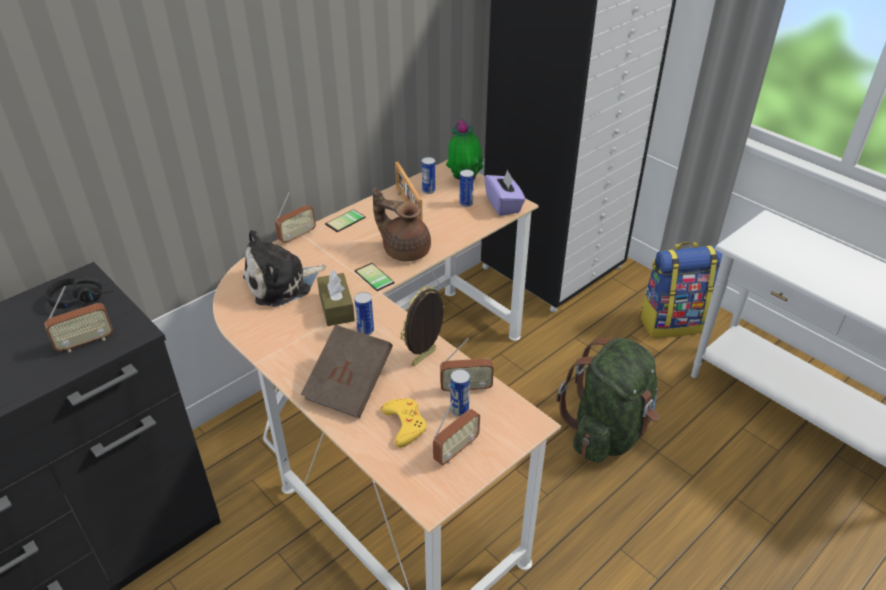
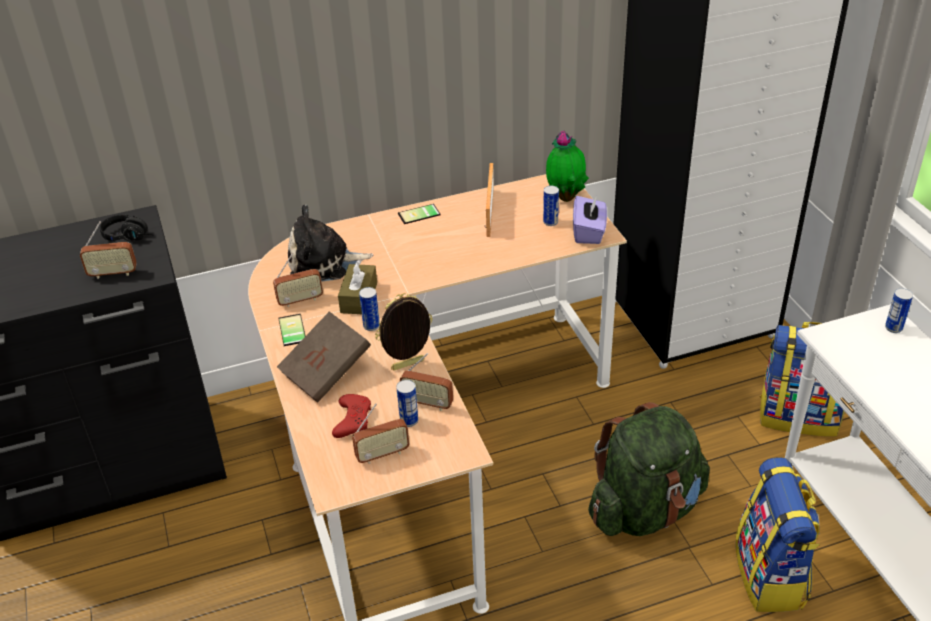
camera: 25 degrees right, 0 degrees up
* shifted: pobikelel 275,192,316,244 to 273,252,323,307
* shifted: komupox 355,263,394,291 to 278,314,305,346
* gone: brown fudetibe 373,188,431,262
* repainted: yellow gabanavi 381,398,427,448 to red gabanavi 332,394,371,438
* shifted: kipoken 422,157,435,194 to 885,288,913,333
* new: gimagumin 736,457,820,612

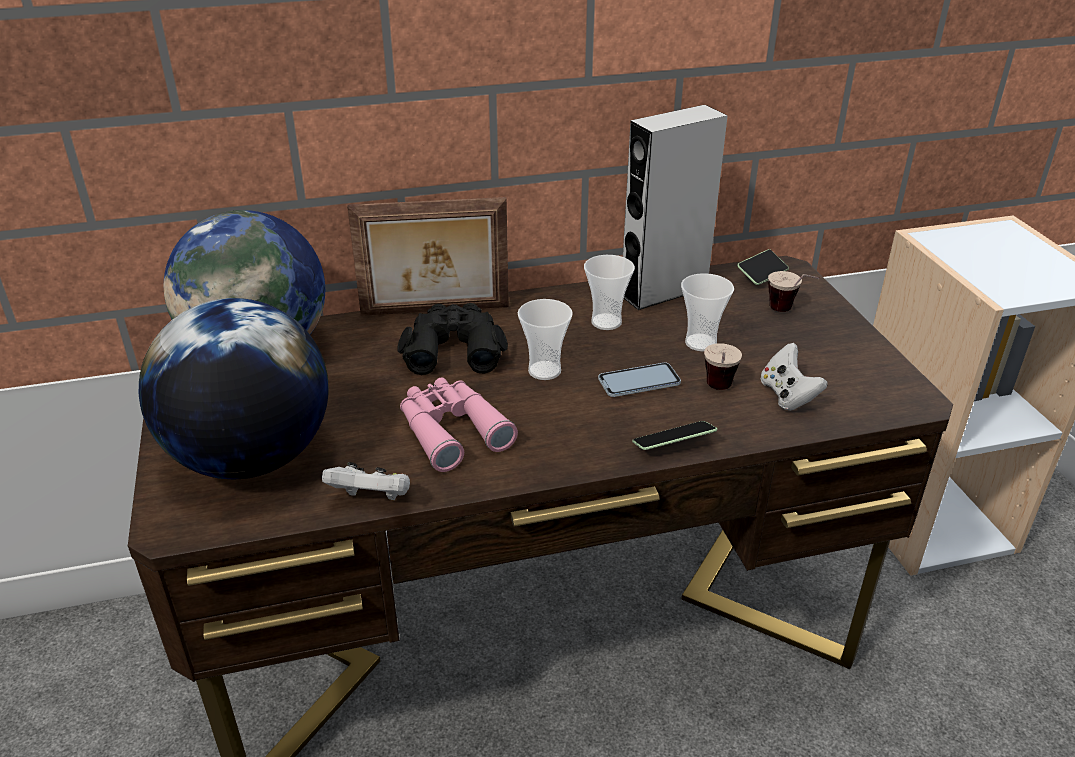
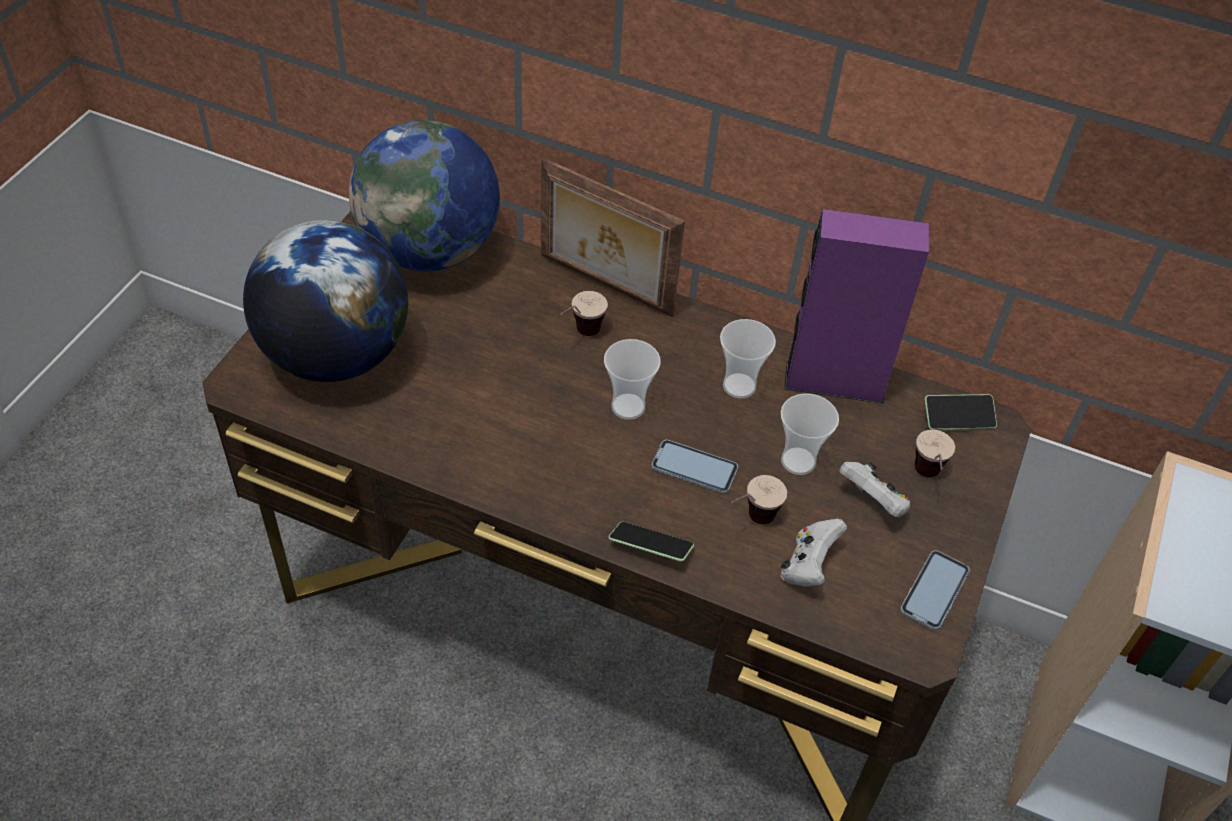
camera: 35 degrees right, 15 degrees up
* shifted: white gabanavi 322,462,410,500 to 839,462,910,517
* swapped: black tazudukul 397,303,508,375 to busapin 560,291,608,336
* gone: pink tazudukul 400,378,518,472
* repainted: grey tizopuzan 623,105,728,310 to purple tizopuzan 784,209,929,404
* new: komupox 900,550,970,630

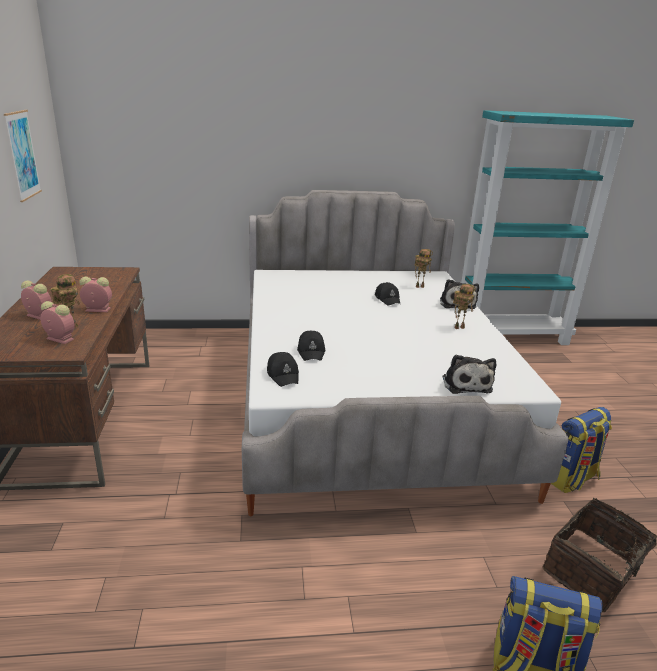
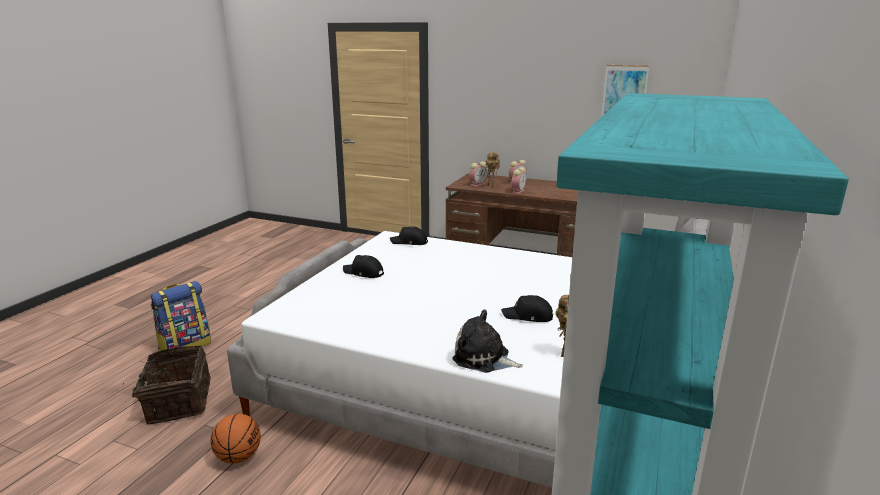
camera: 120 degrees right, 5 degrees down
* shifted: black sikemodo 297,331,326,361 to 343,255,384,278
* gone: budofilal 442,355,496,394
* gone: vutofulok 453,284,476,329
* swapped: gimagumin 551,407,612,493 to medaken 211,414,261,463

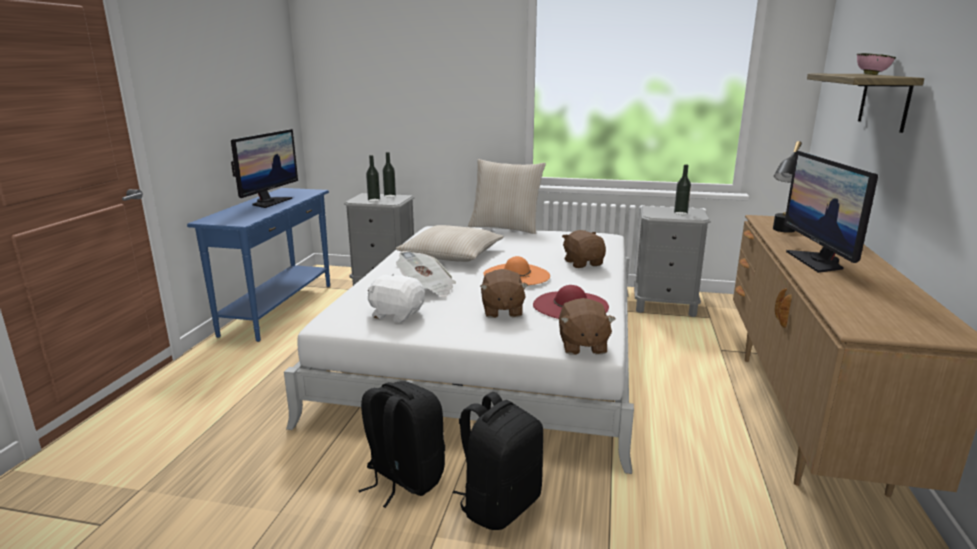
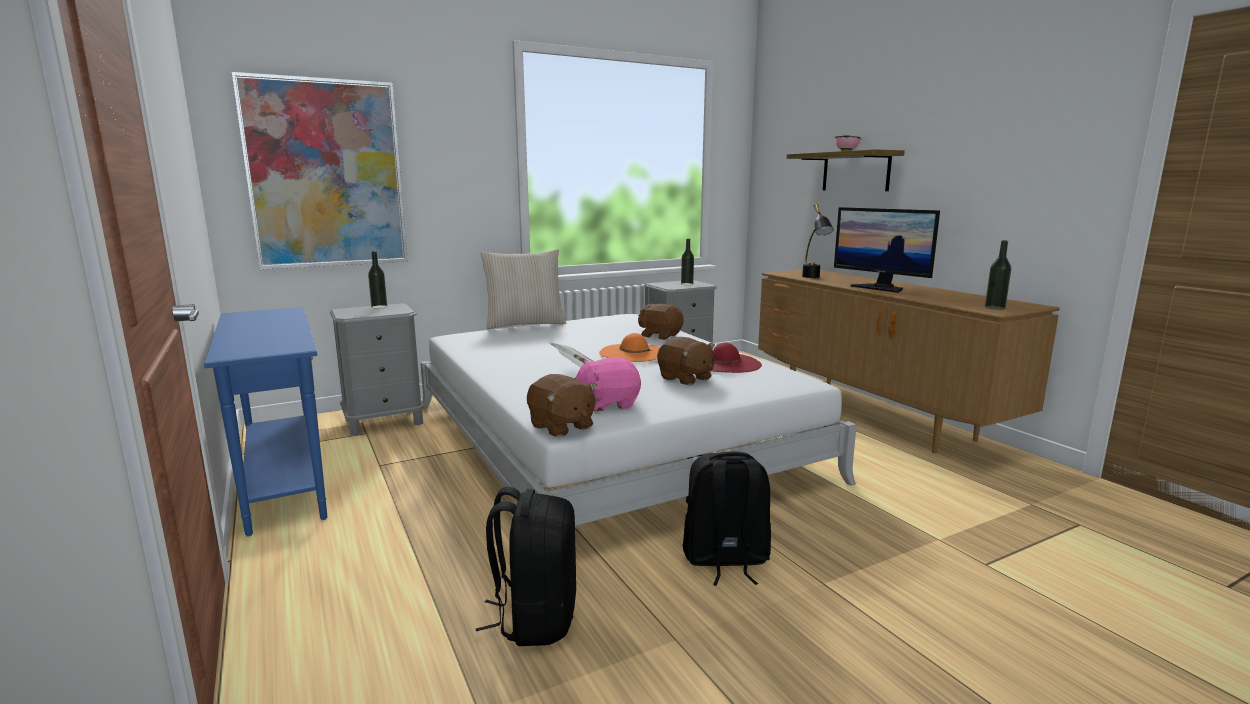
camera: 40 degrees left, 5 degrees down
* gone: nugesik 231,129,298,208
* shifted: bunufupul 366,155,380,202 to 985,240,1011,310
* repainted: white budofilal 368,274,425,323 to pink budofilal 575,357,641,411
* gone: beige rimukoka 396,225,504,262
* shifted: black gimagumin 453,392,543,530 to 476,487,576,646
* shifted: brown budofilal 559,298,615,355 to 527,374,597,437
* new: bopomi 232,72,408,270

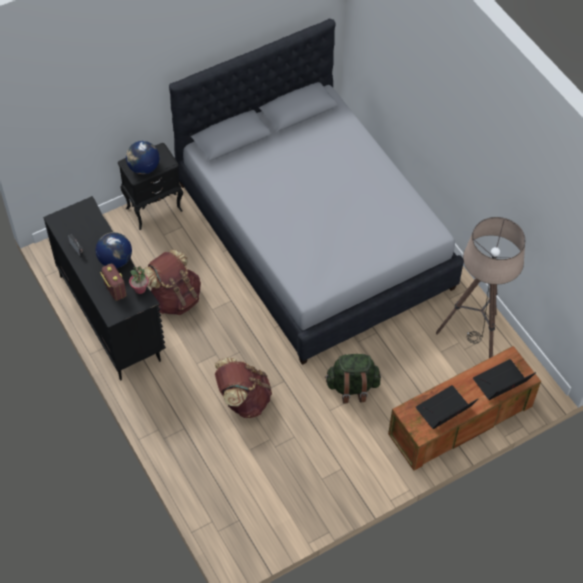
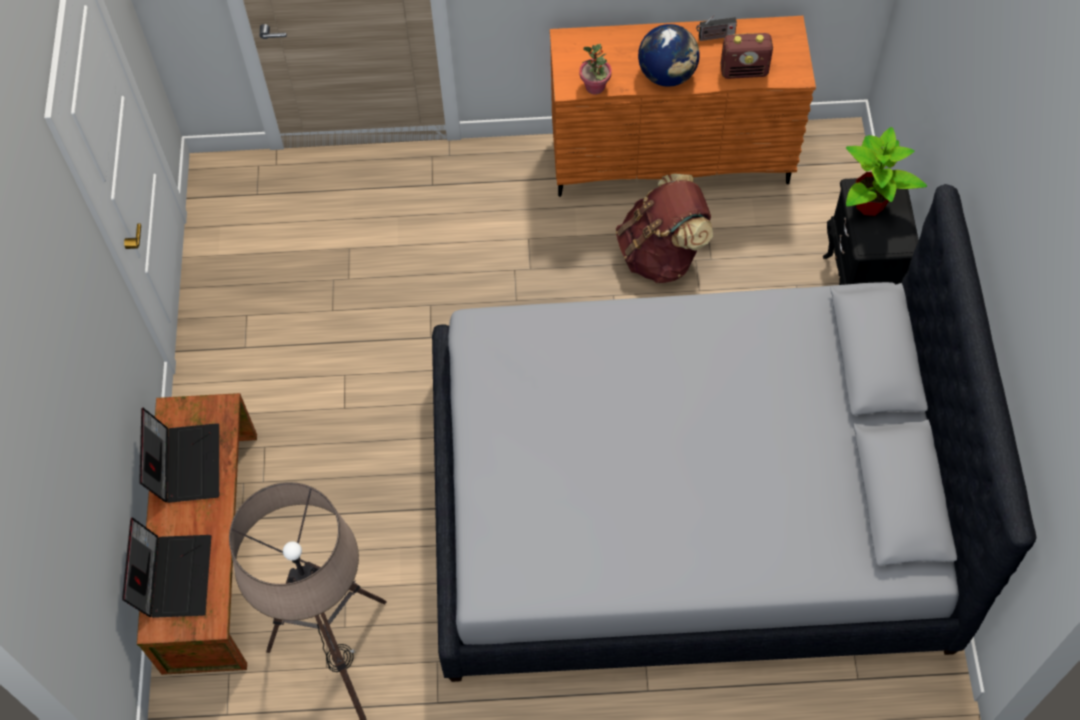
camera: 120 degrees right, 5 degrees up
* repainted: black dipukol 43,196,166,381 to orange dipukol 550,16,816,197
* shifted: pobikelel 100,264,127,301 to 720,33,773,79
* swapped: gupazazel 126,141,159,175 to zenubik 846,127,927,216
* gone: brown gimagumin 215,357,272,418
* gone: green gimagumin 325,354,381,403

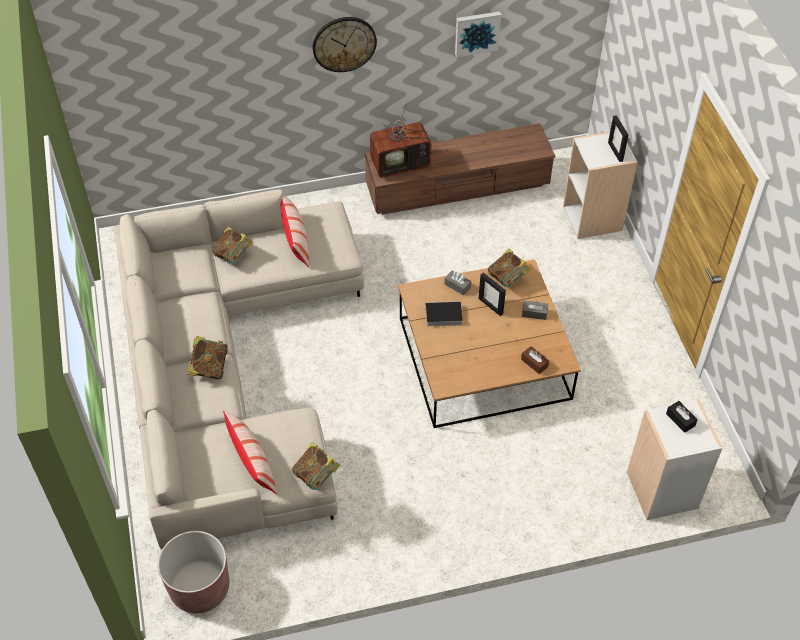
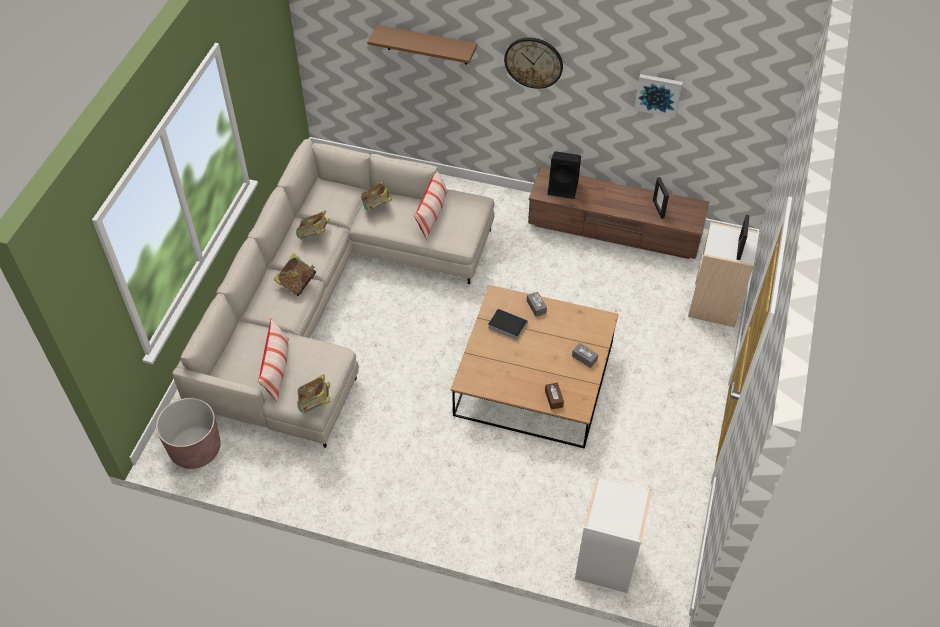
camera: 30 degrees right, 0 degrees up
* swapped: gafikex 370,103,435,178 to black tizopuzan 548,151,581,199
* shifted: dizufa 479,273,506,316 to 653,177,669,219
* shifted: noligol 488,249,531,287 to 296,210,330,239
* gone: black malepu 666,401,698,433
* new: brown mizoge 367,25,477,65

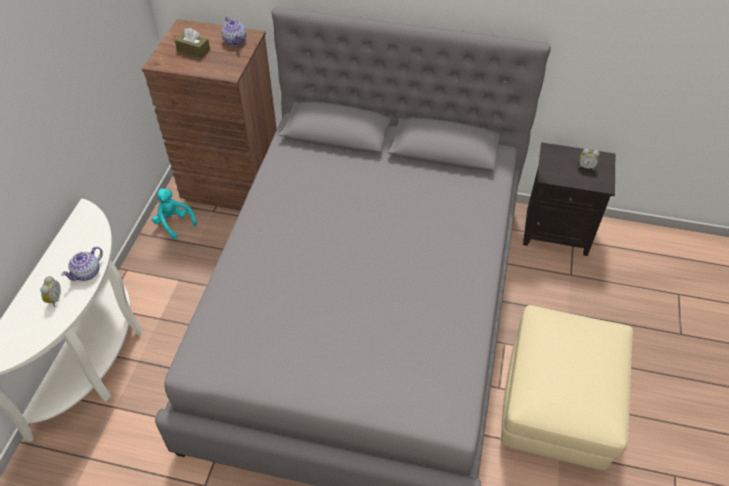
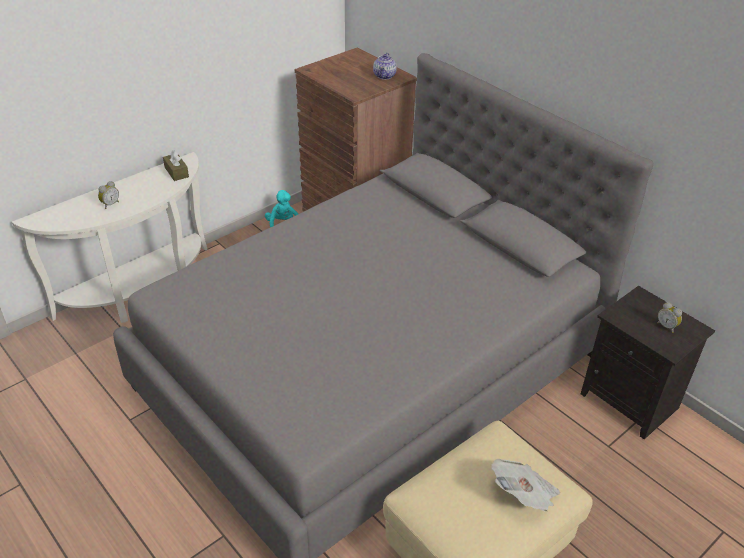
camera: 35 degrees right, 10 degrees down
* gone: fudetibe 61,247,103,281
* shifted: brown malepu 175,28,210,58 to 163,150,189,181
* new: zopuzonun 491,459,560,511

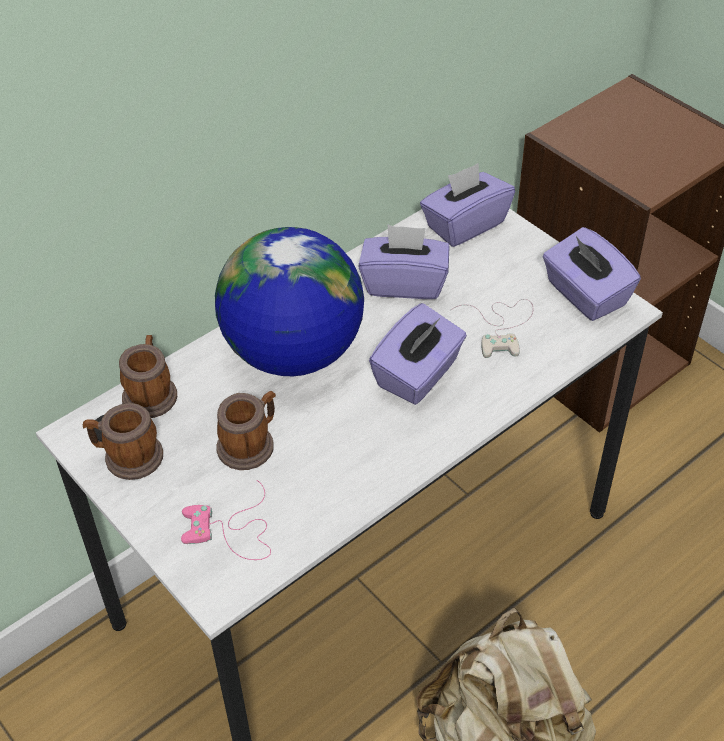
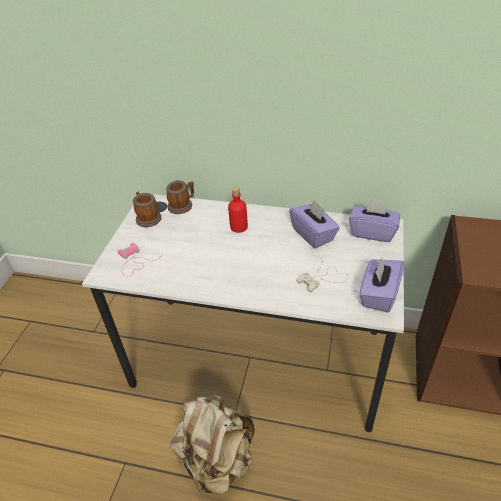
camera: 55 degrees right, 5 degrees down
* swapped: gupazazel 215,227,364,376 to red bunufupul 228,187,248,233
* gone: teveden 216,391,276,470
* gone: purple malepu 369,303,467,405

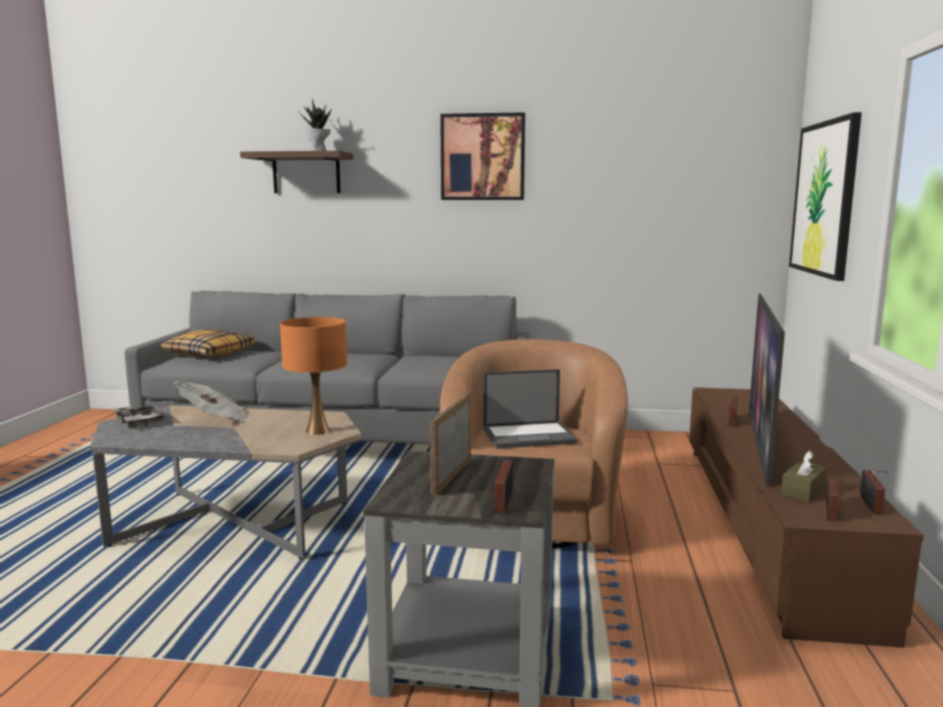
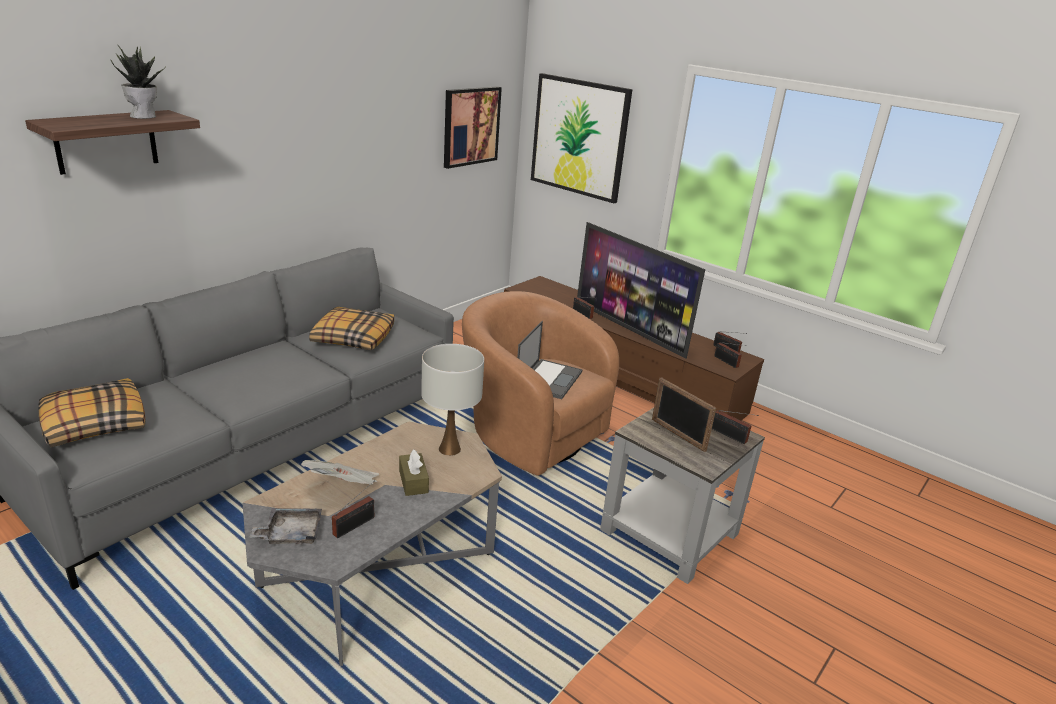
camera: 60 degrees left, 15 degrees up
* repainted: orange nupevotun 280,317,347,435 to white nupevotun 421,344,484,456
* shifted: bopomi 440,112,525,200 to 444,86,502,169
* shifted: brown malepu 781,450,827,502 to 399,449,429,496
* new: rimukoka 309,307,394,350
* new: pobikelel 332,480,375,538

